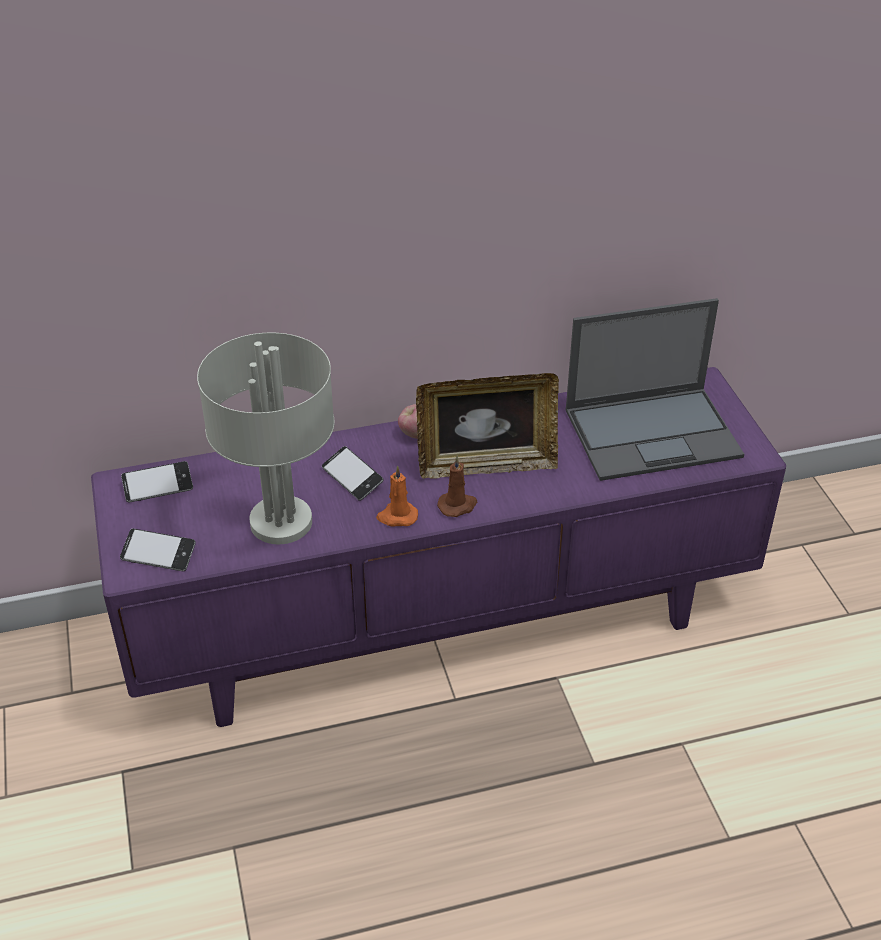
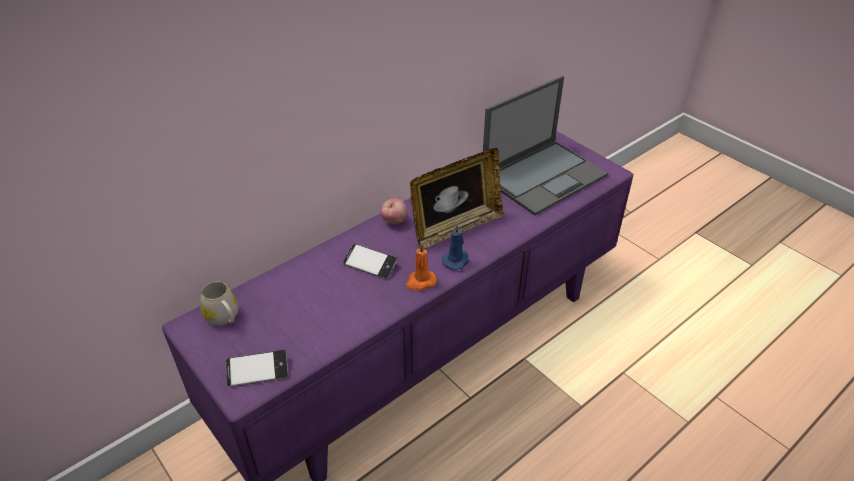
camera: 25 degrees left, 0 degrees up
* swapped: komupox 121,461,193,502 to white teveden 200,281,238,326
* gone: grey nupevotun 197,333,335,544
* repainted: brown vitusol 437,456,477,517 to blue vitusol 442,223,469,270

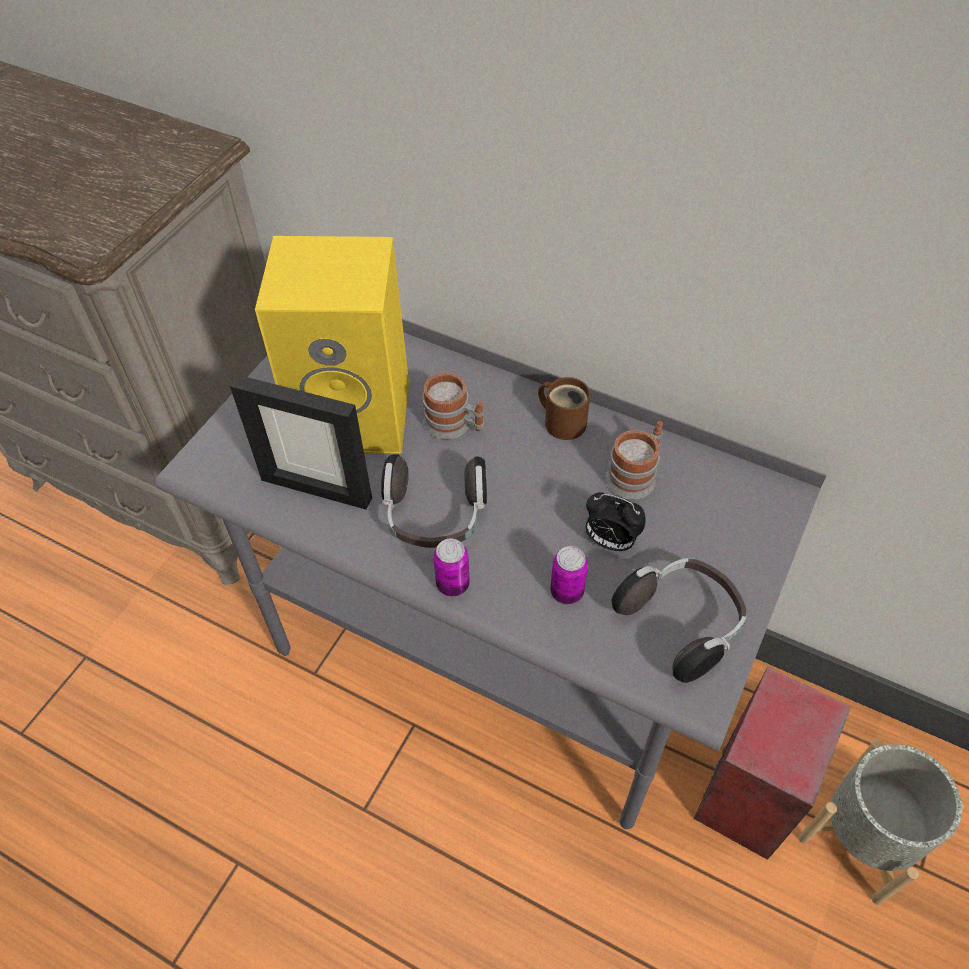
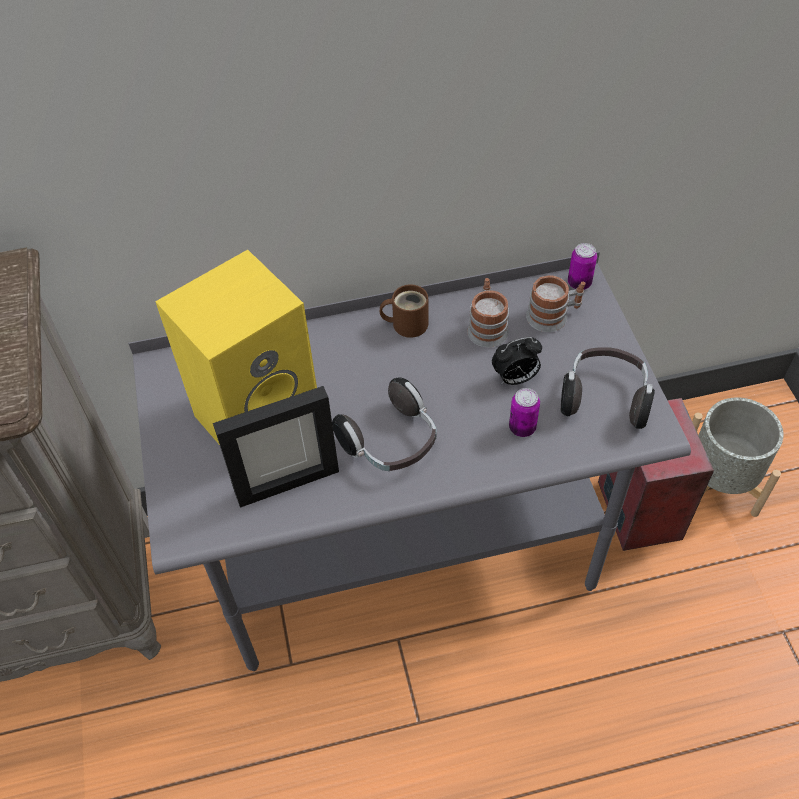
camera: 40 degrees left, 0 degrees up
* shifted: teveden 423,372,484,439 to 526,276,586,332
* shifted: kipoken 433,538,470,597 to 568,243,597,290

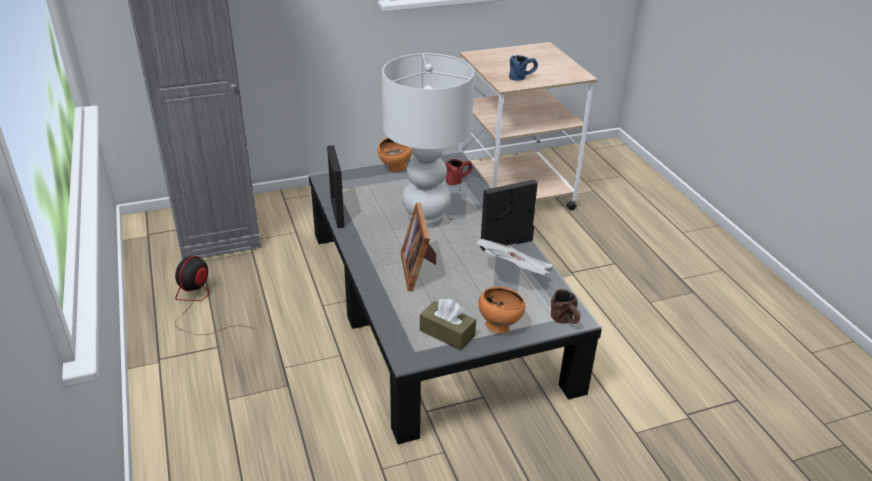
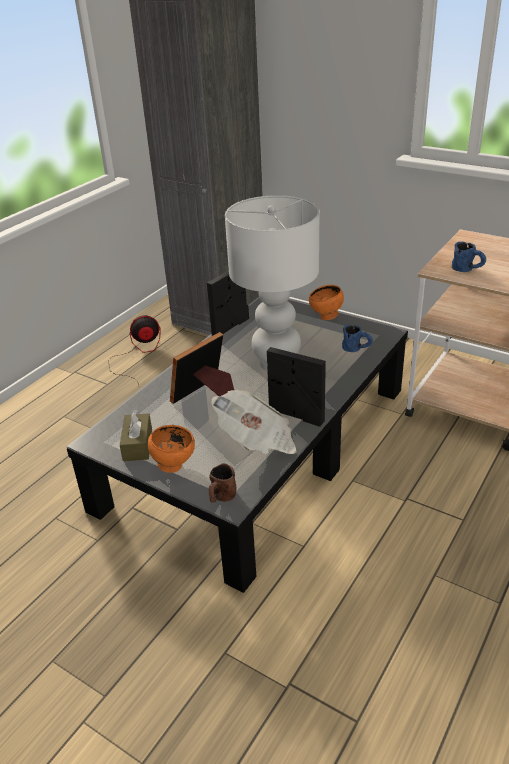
camera: 55 degrees right, 0 degrees up
* repainted: red teveden 446,159,473,185 to blue teveden 342,325,373,352

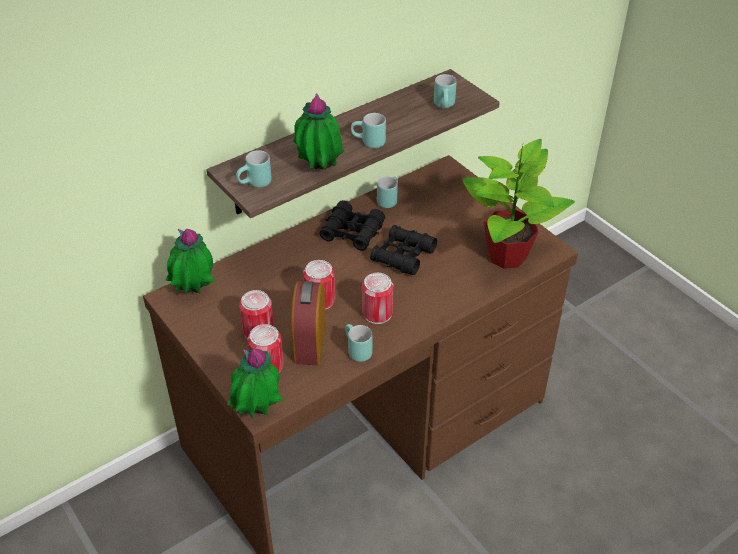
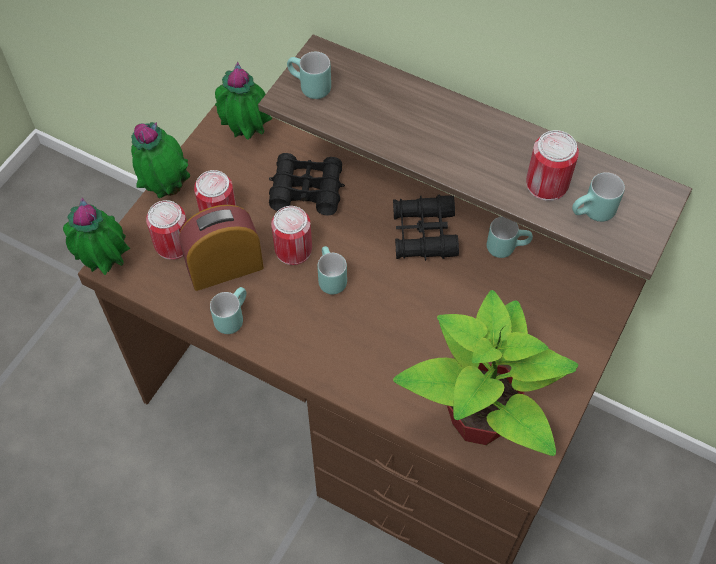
camera: 65 degrees right, 15 degrees up
* shifted: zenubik 293,93,344,169 to 131,122,190,198
* shifted: turquoise teveden 351,113,386,148 to 317,246,347,294
* shifted: kipoken 362,273,393,324 to 526,130,579,201
* shifted: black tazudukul 370,225,437,275 to 269,153,345,216

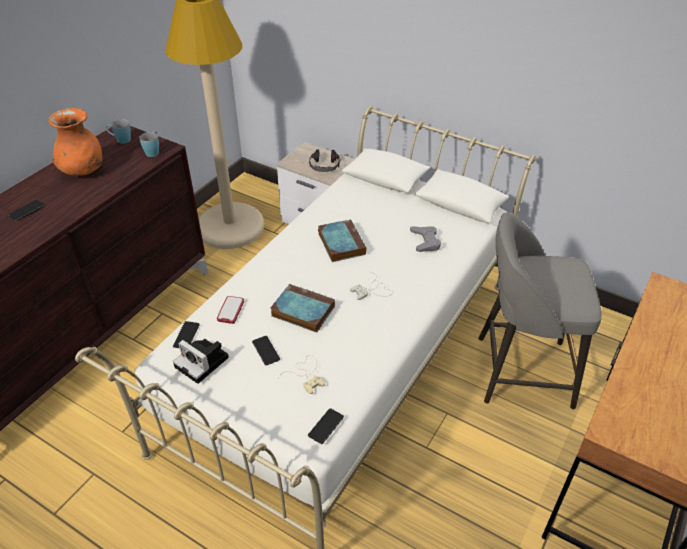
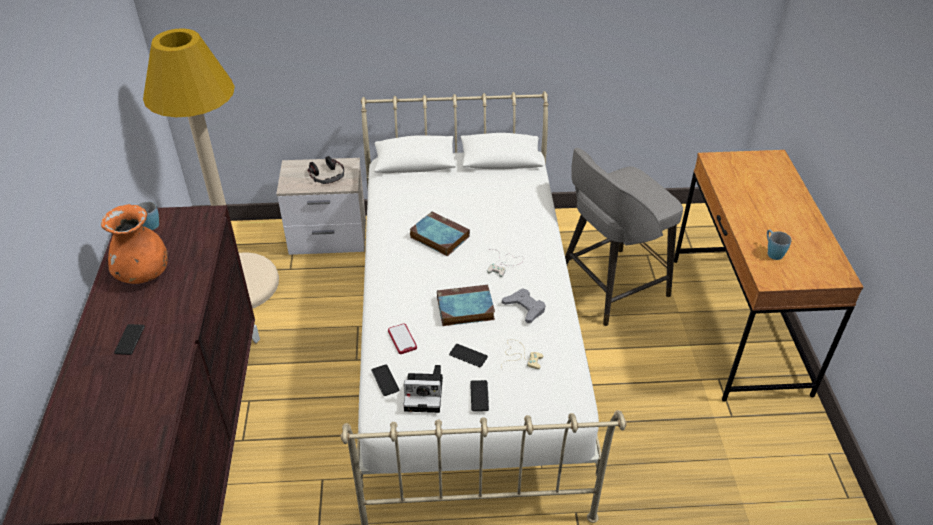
camera: 35 degrees left, 0 degrees up
* shifted: blue teveden 139,131,159,157 to 767,230,791,260
* shifted: komupox 308,408,344,444 to 470,380,489,411
* shifted: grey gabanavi 410,226,441,252 to 502,288,546,323

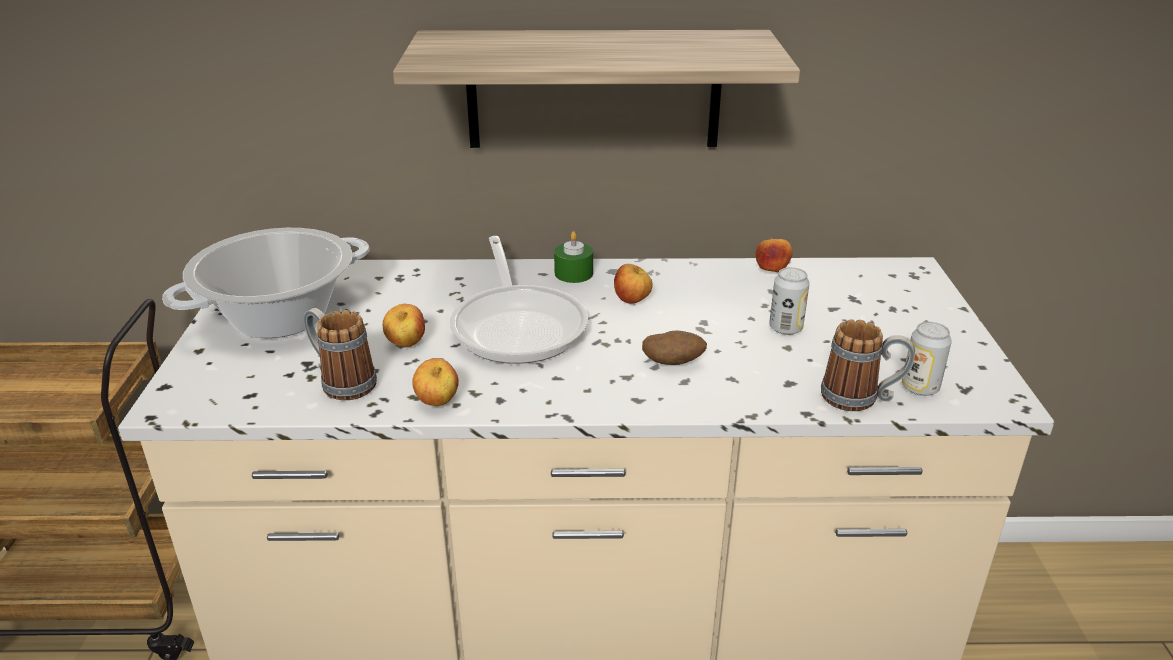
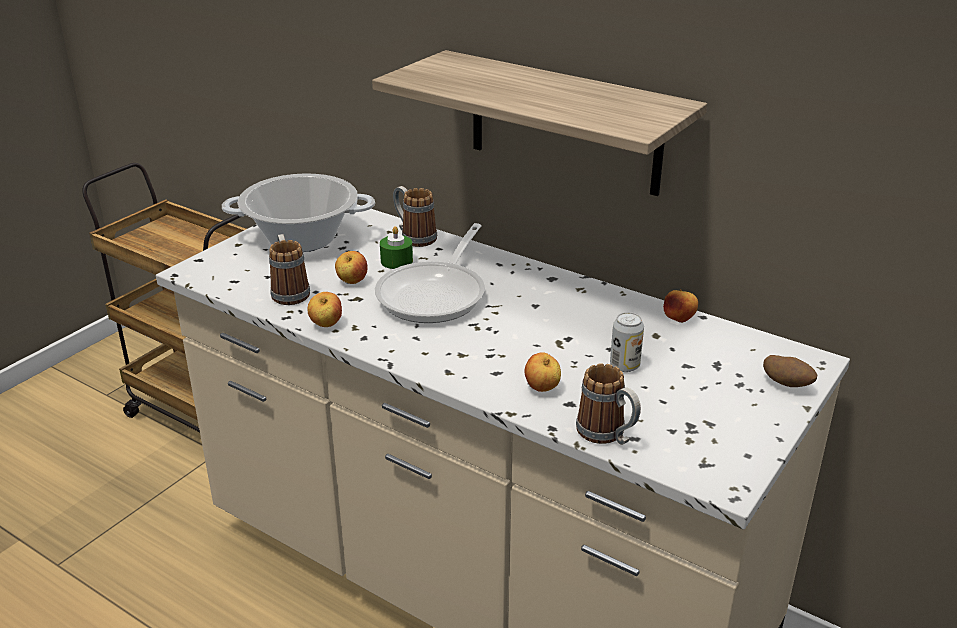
camera: 35 degrees right, 0 degrees up
* shifted: green vitusol 554,231,593,283 to 380,226,413,269
* shifted: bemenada 614,264,653,304 to 524,352,561,392
* shifted: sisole 642,330,707,365 to 763,355,817,387
* gone: kipoken 902,322,952,396
* new: teveden 393,186,437,247

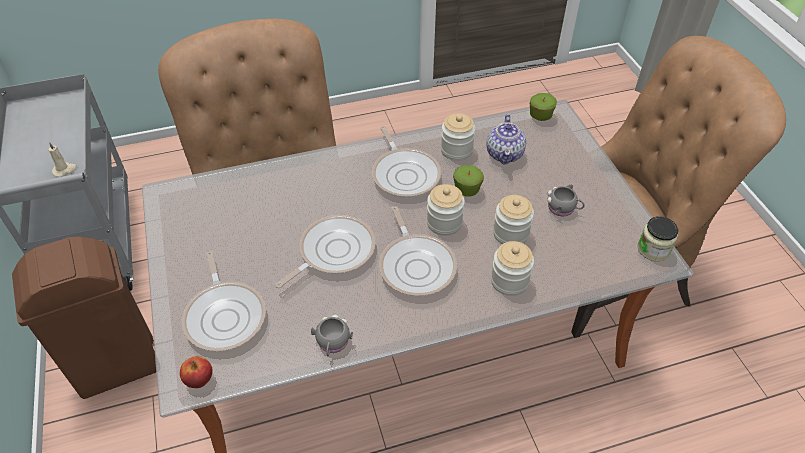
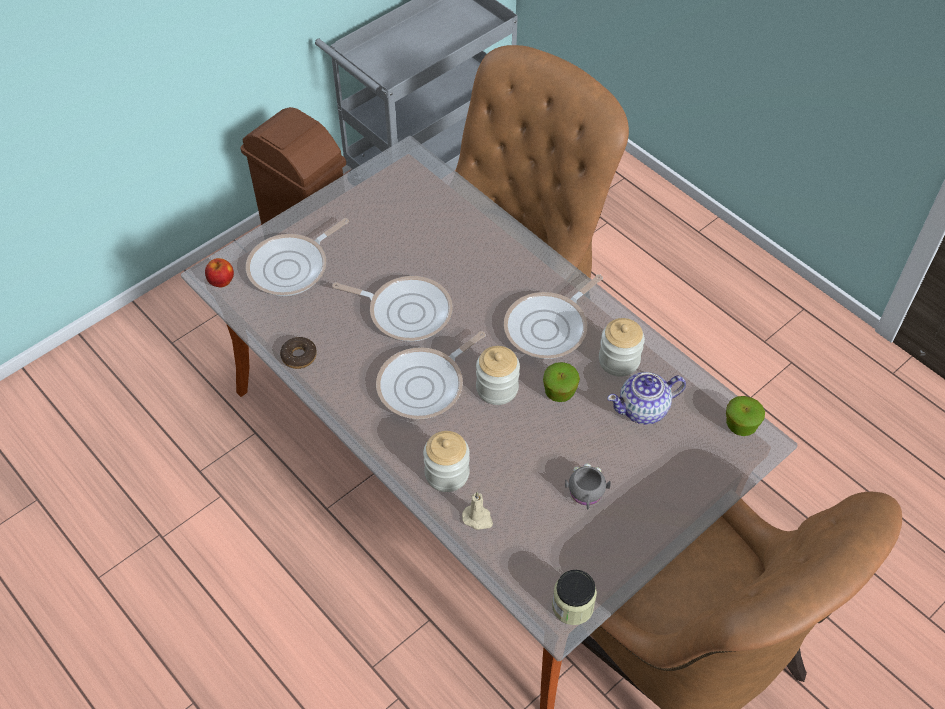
camera: 65 degrees right, 5 degrees up
* shifted: beige vitusol 48,142,77,177 to 462,492,493,530
* swapped: grey teveden 311,315,353,356 to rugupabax 280,337,317,369
* gone: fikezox 493,195,534,244

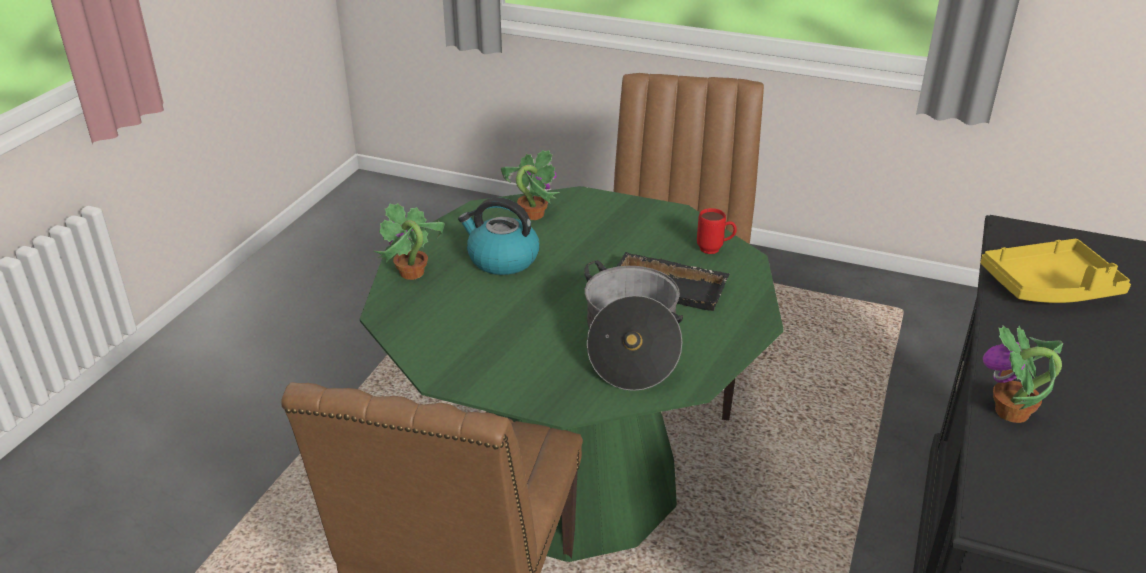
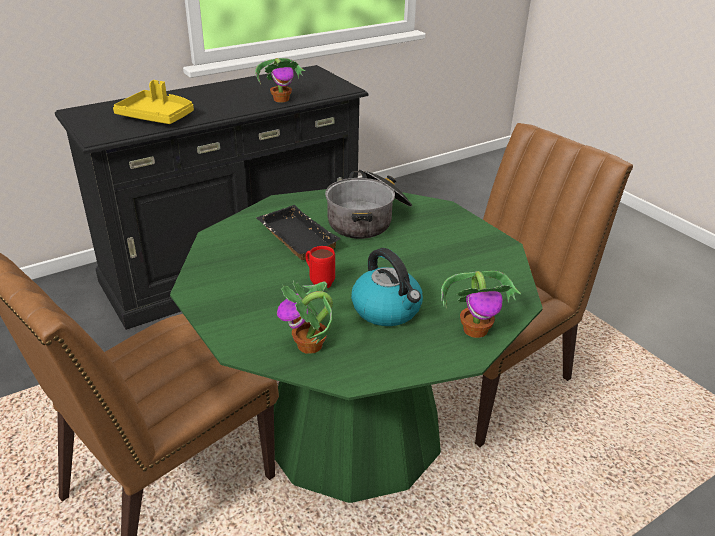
camera: 145 degrees left, 0 degrees up
* shifted: red teveden 697,208,737,254 to 305,246,335,288

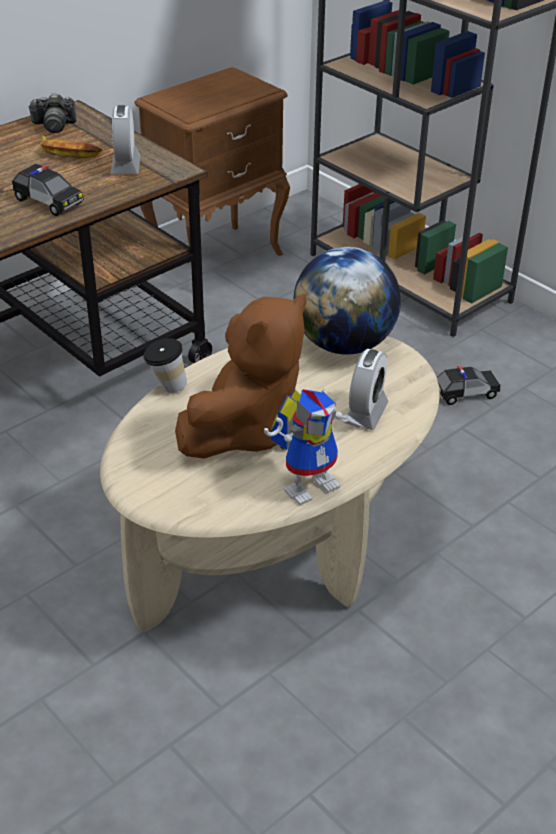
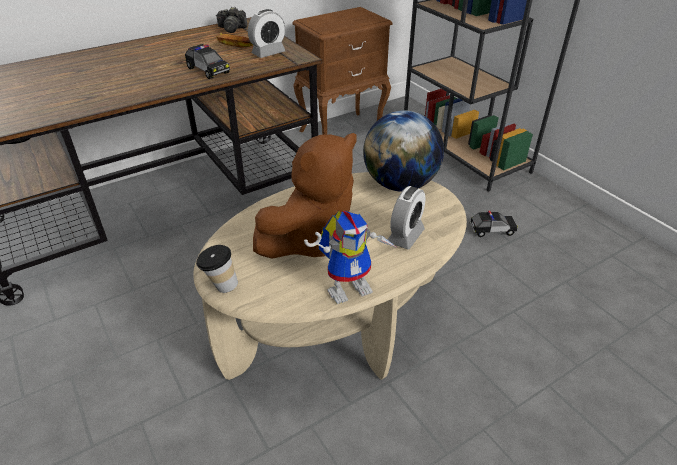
camera: 10 degrees right, 0 degrees up
* rotated: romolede 111,105,141,174 = 248,9,286,58 135 degrees counterclockwise
* shifted: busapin 143,338,187,393 to 196,245,238,293

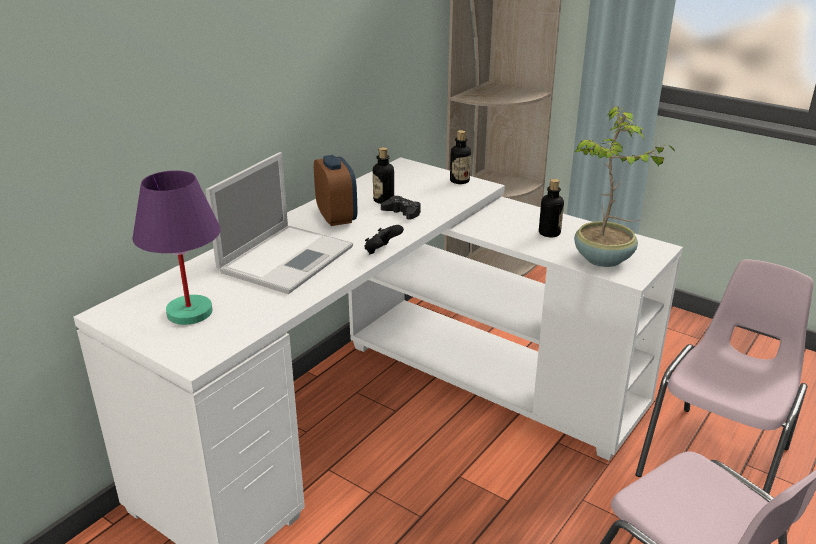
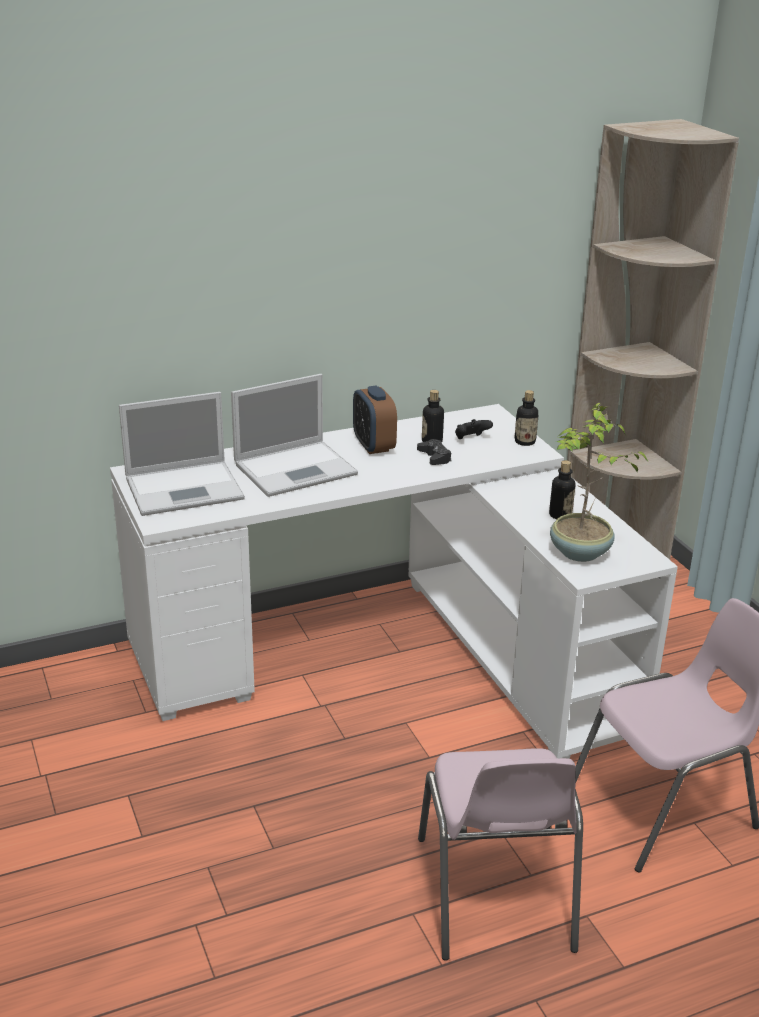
camera: 30 degrees right, 0 degrees up
* swapped: purple nupevotun 132,170,221,325 to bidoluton 119,392,245,516
* rotated: romolede 314,155,357,226 = 353,386,397,454 150 degrees clockwise
* shifted: black gabanavi 365,225,404,254 to 455,419,493,439

